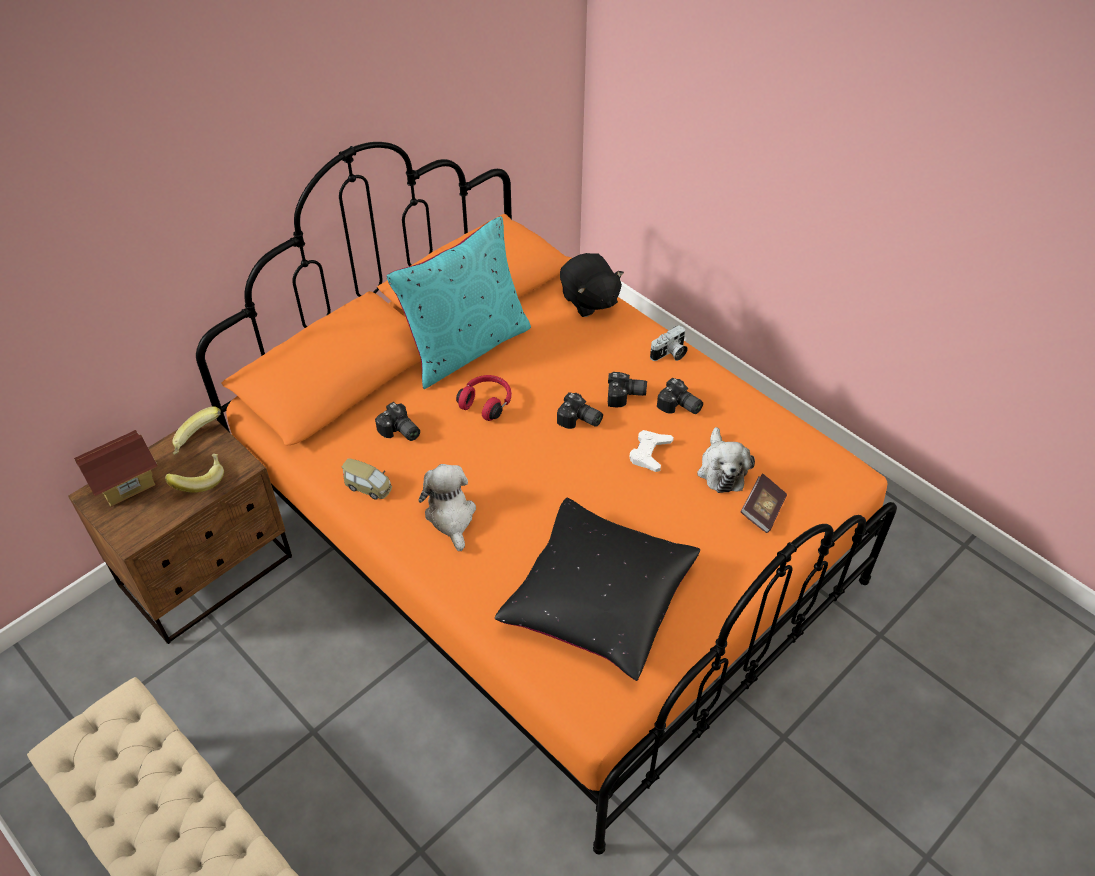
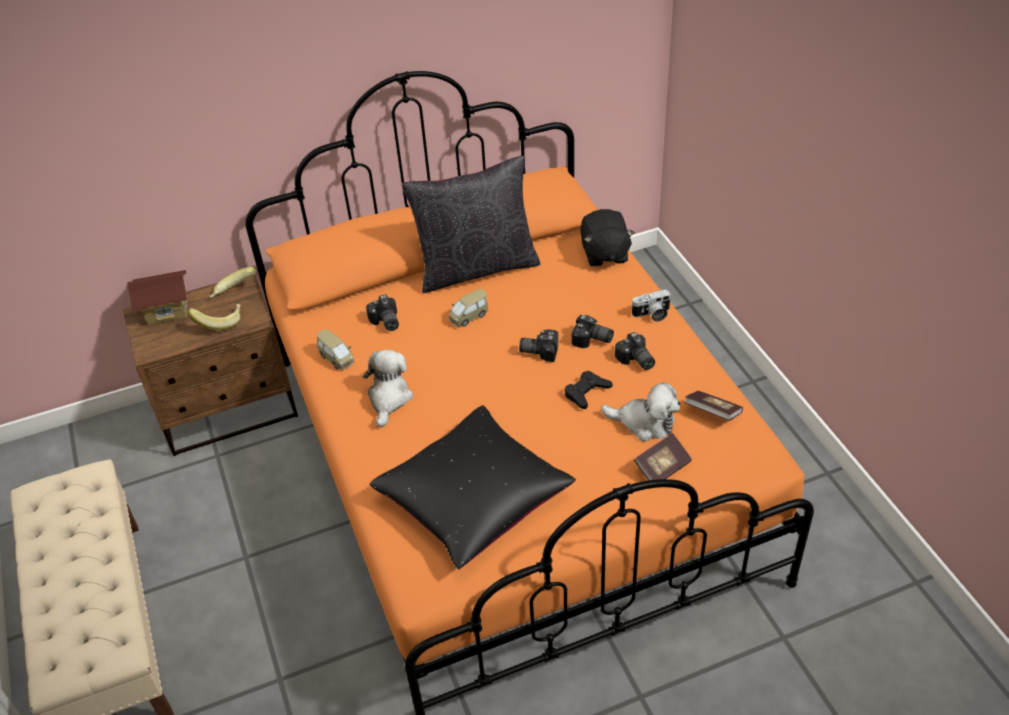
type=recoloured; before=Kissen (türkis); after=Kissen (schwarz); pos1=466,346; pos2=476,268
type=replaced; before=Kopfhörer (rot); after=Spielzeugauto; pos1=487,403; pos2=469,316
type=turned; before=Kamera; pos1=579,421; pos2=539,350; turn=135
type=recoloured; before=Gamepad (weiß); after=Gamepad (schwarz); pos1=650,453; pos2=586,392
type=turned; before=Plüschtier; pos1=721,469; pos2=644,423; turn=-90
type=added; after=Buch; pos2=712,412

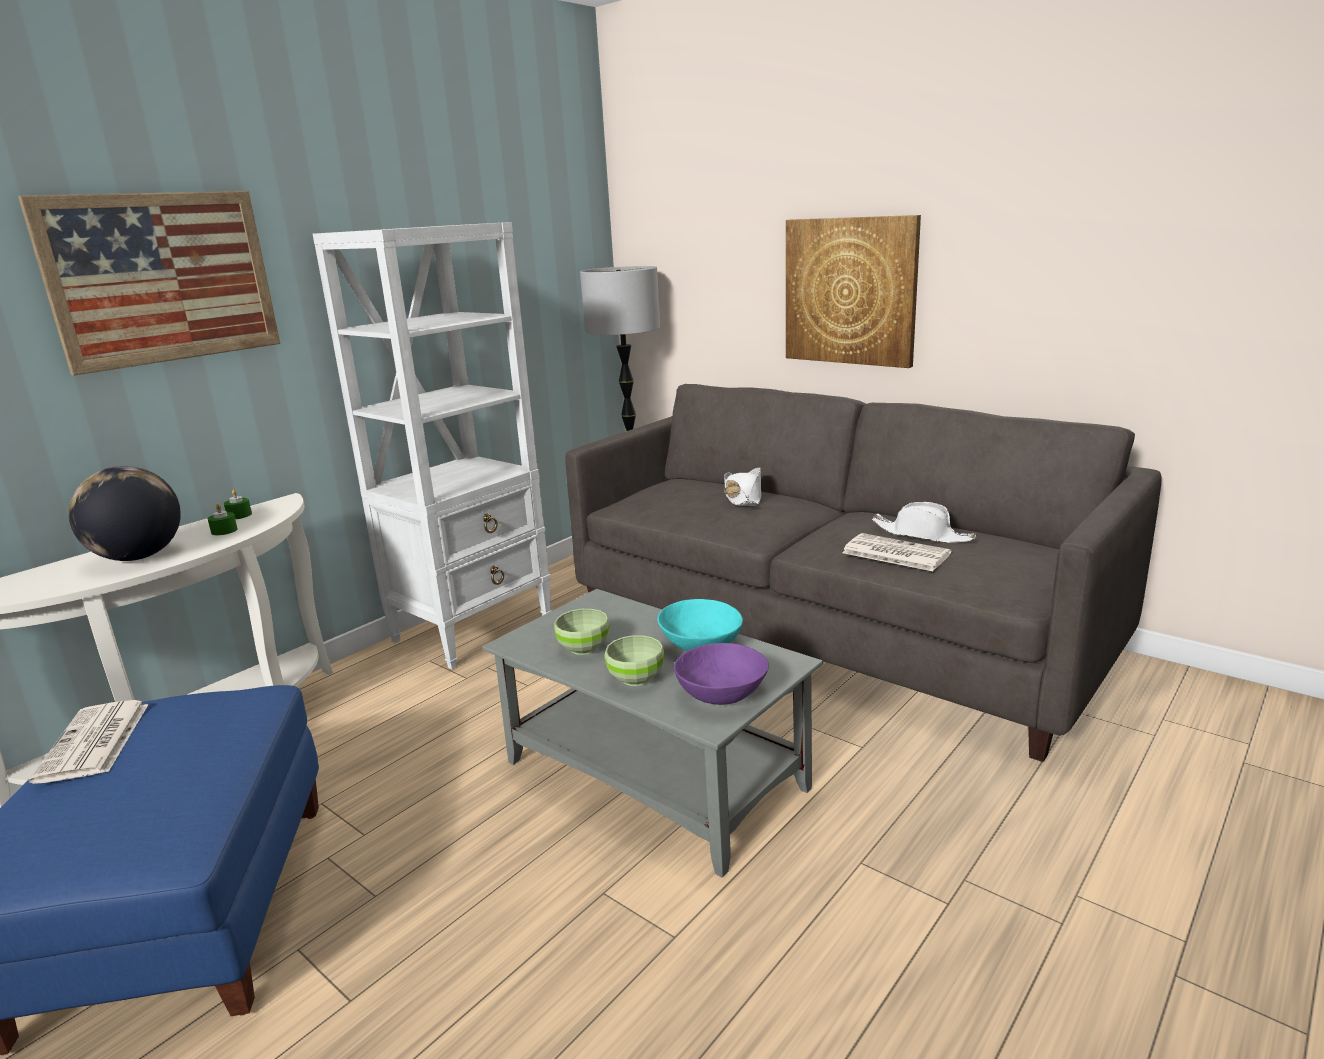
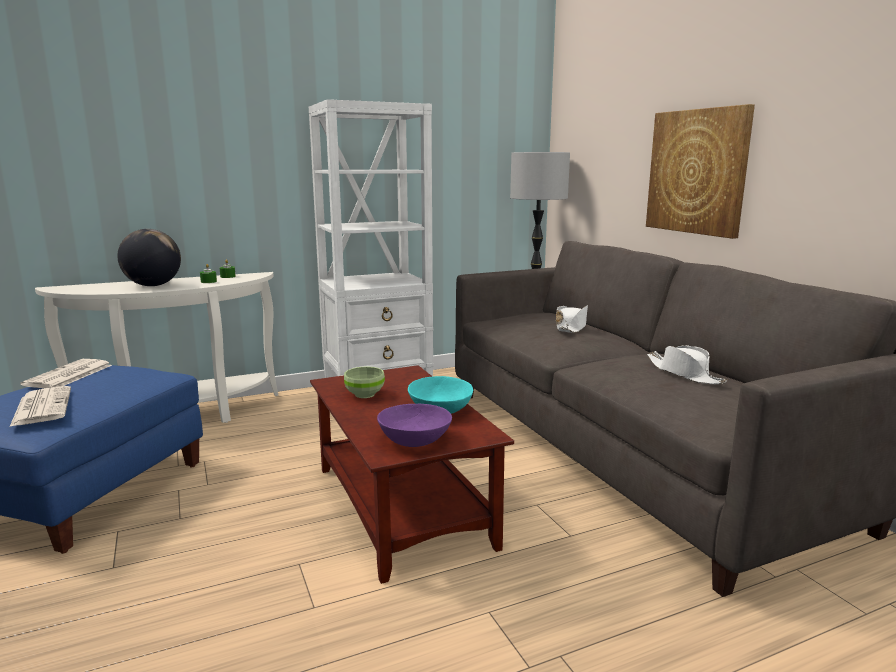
type=removed; before=Bild; pos1=162,278
type=recoloured; before=Couchtisch (grau); after=Couchtisch (braun); pos1=656,775; pos2=403,506
type=removed; before=Schüssel (grün); pos1=635,678
type=moved; before=Zeitung; pos1=894,553; pos2=41,407

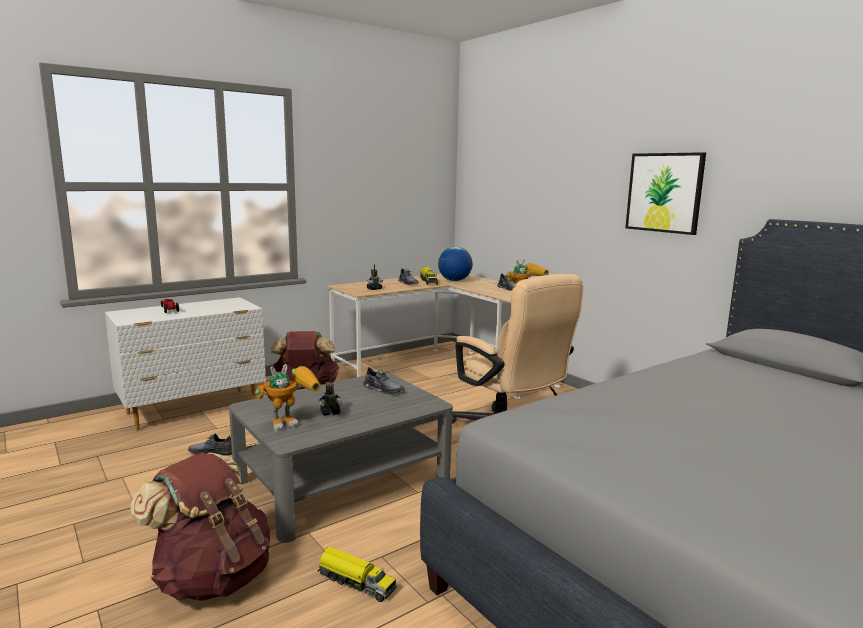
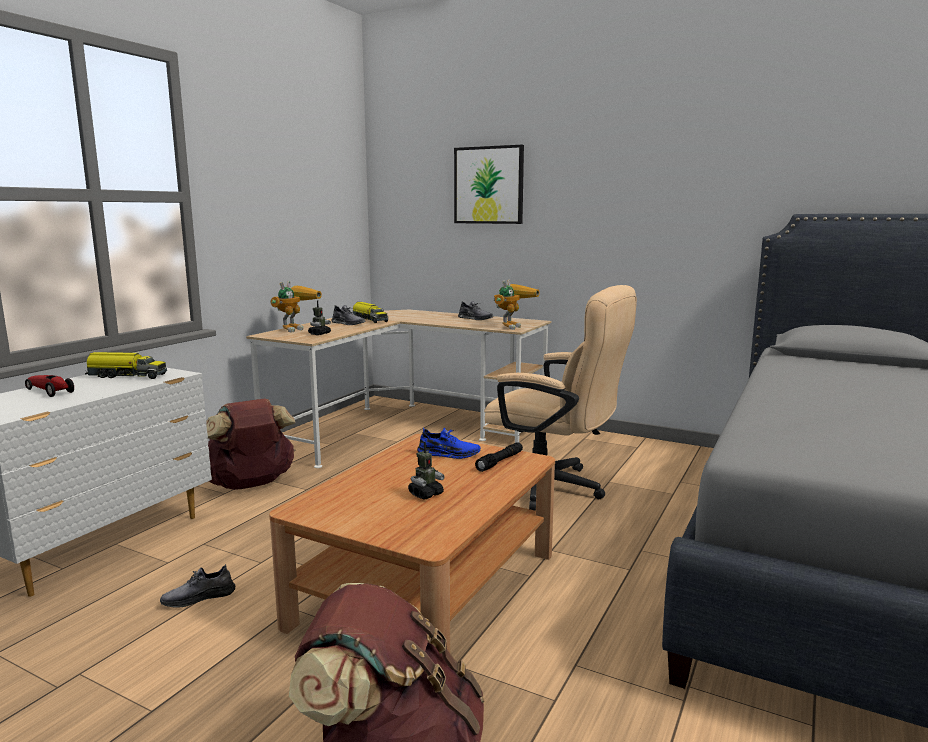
type=recoloured; before=Couchtisch (grau); after=Couchtisch (braun); pos1=343,481; pos2=427,587
type=moved; before=Spielzeugroboter; pos1=292,422; pos2=295,329
type=moved; before=Spielzeuglaster; pos1=355,582; pos2=126,376
type=recoloured; before=Schuh (grau); after=Schuh (blau); pos1=383,389; pos2=448,454
type=removed; before=Globus; pos1=454,280
type=moved; before=Bild; pos1=664,192; pos2=489,185
type=added; after=Taschenlampe (schwarz); pos2=500,462

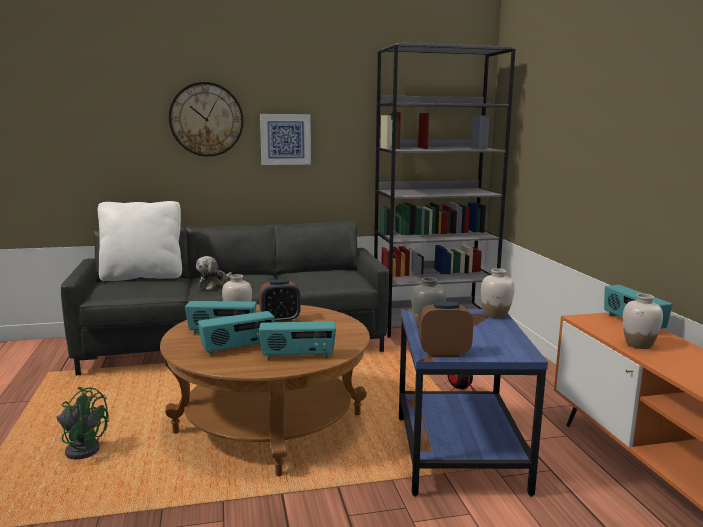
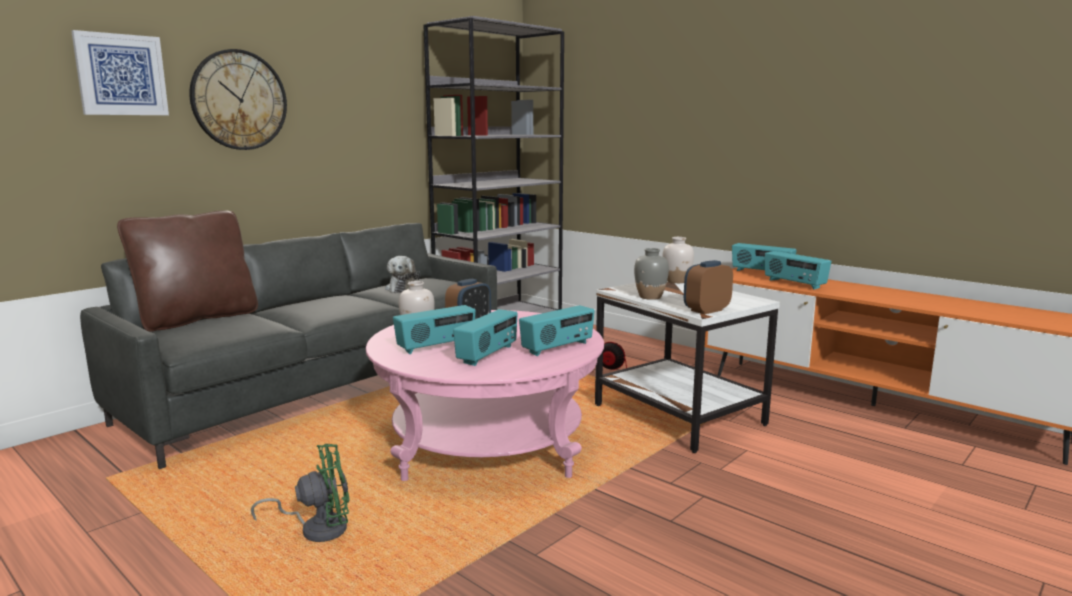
type=recoloured; before=Kissen (weiß); after=Kissen (braun); pos1=142,276; pos2=197,318
type=recoloured; before=Couchtisch (braun); after=Couchtisch (rosa); pos1=269,423; pos2=488,443
type=moved; before=Plüschtier; pos1=214,285; pos2=402,288
type=moved; before=Bild; pos1=285,139; pos2=121,75
type=recoloured; before=Beistelltisch (blau); after=Beistelltisch (weiß); pos1=460,454; pos2=680,415
type=replaced; before=Vase (weiß); after=Radio; pos1=639,345; pos2=794,284

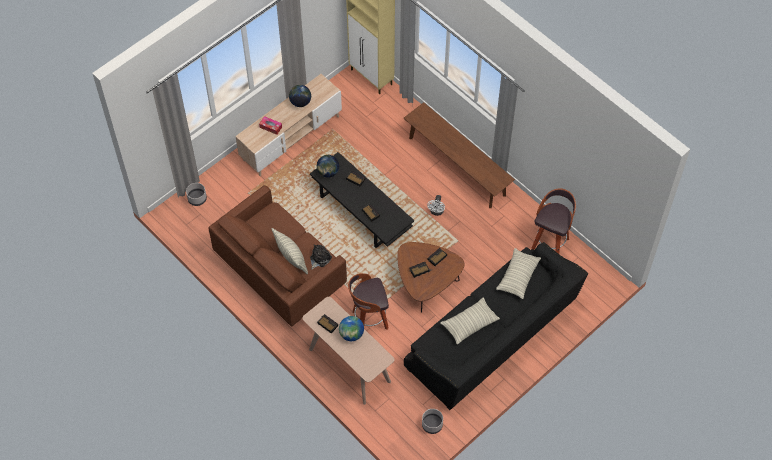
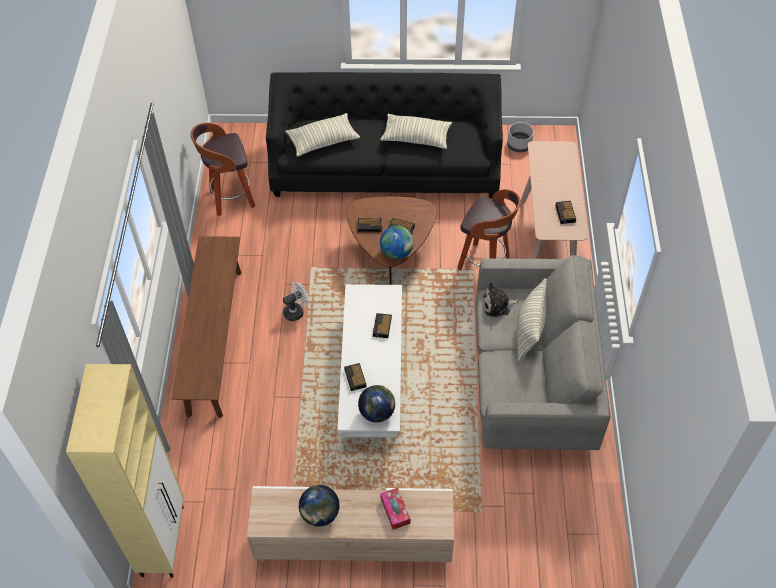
type=removed; before=Pflanzkübel (grau); pos1=197,198
type=recoloured; before=Sofa (braun); after=Sofa (grau); pos1=280,272; pos2=531,381
type=recoloured; before=Couchtisch (schwarz); after=Couchtisch (weiß); pos1=361,211; pos2=372,377
type=moved; before=Globus; pos1=351,334; pos2=396,253

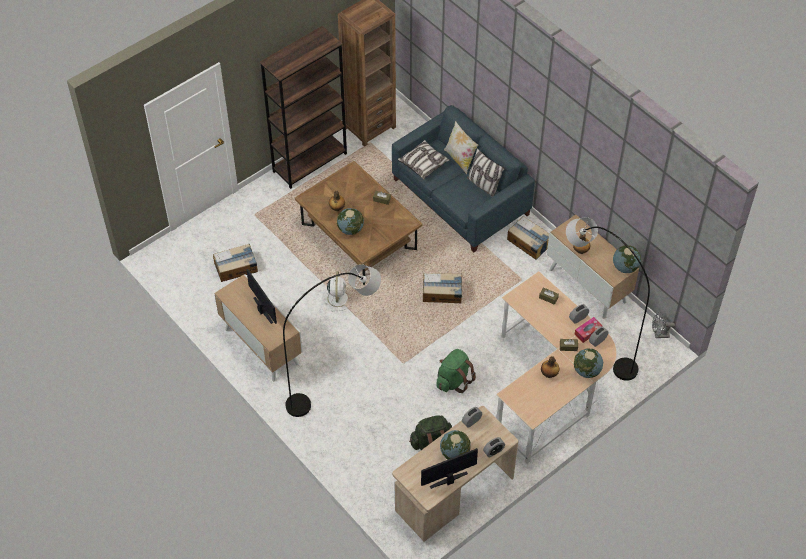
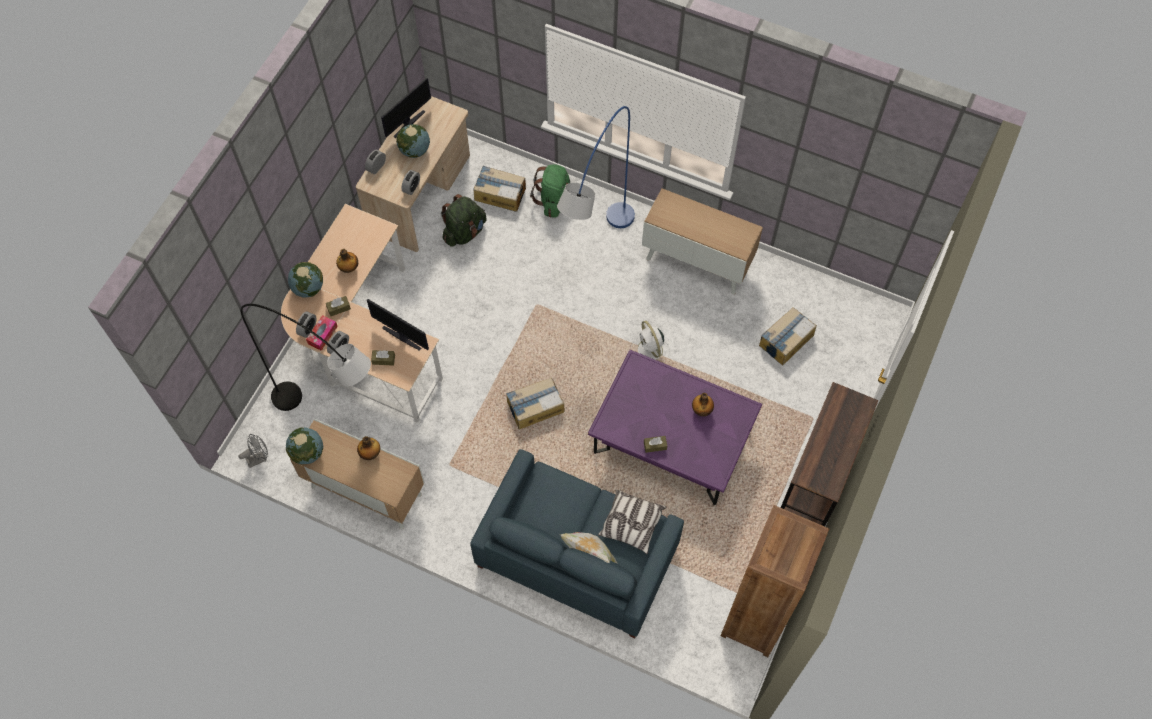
type=moved; before=Monitor; pos1=262,310; pos2=402,337
type=recoloured; before=Stehlampe (grau); after=Stehlampe (blau); pos1=336,380; pos2=596,257
type=recoloured; before=Couchtisch (braun); after=Couchtisch (lila); pos1=359,237; pos2=671,440
type=removed; before=Globus; pos1=350,229
type=moved; before=Rucksack (grün); pos1=453,380; pos2=554,200
type=removed; before=Kissen; pos1=483,185
type=moved; before=Karton; pos1=529,242; pos2=499,193

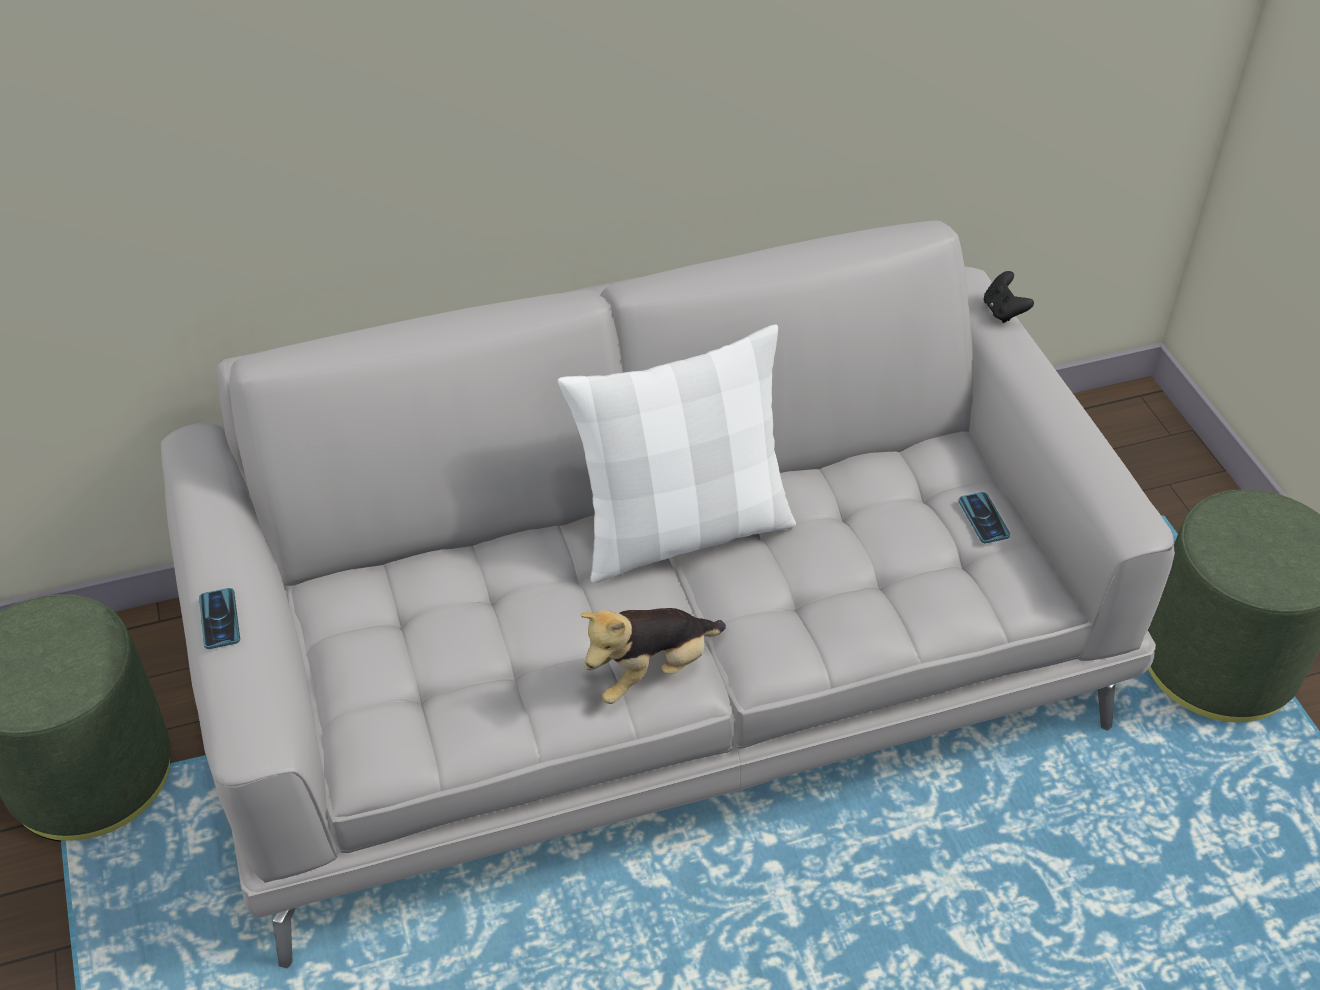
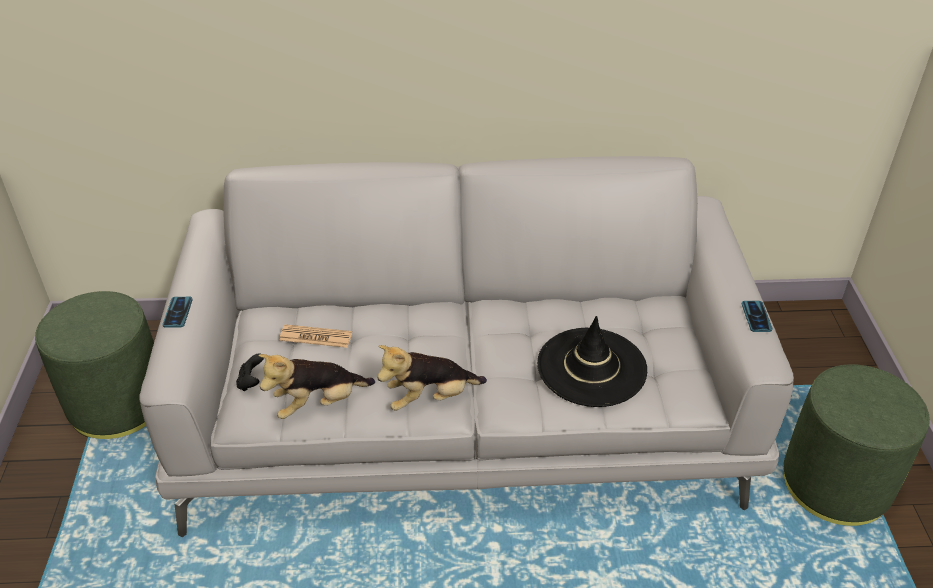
type=removed; before=Kissen (weiß); pos1=683,531
type=moved; before=Handy; pos1=983,518; pos2=756,317
type=moved; before=Gamepad (schwarz); pos1=1003,311; pos2=251,382
type=added; after=Plüschtier; pos2=318,404
type=added; after=Zeitung; pos2=316,337
type=added; after=Hut (schwarz); pos2=591,367

